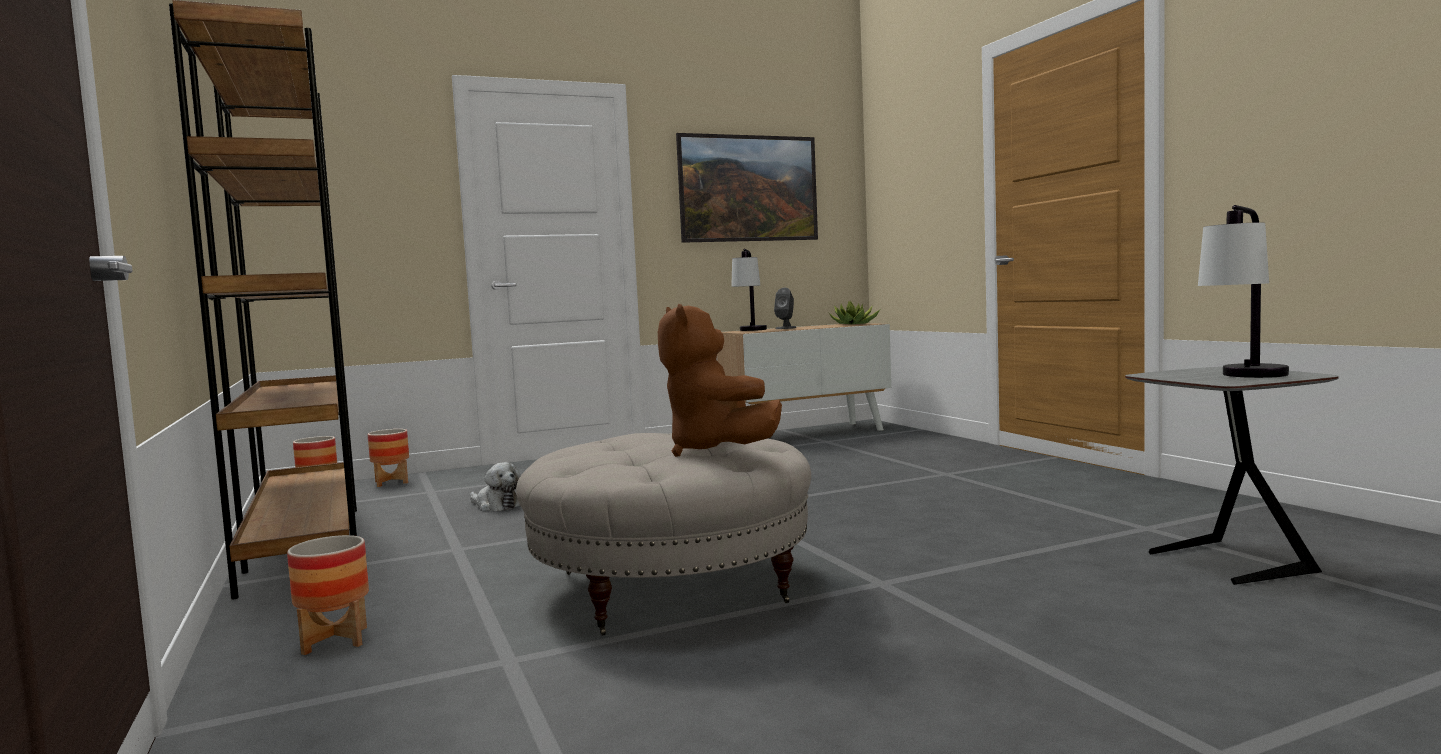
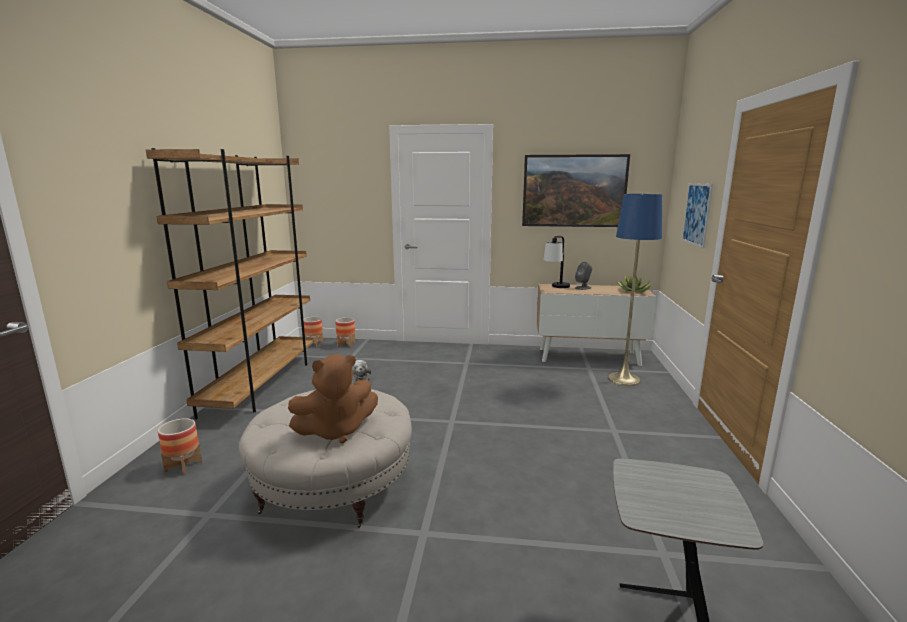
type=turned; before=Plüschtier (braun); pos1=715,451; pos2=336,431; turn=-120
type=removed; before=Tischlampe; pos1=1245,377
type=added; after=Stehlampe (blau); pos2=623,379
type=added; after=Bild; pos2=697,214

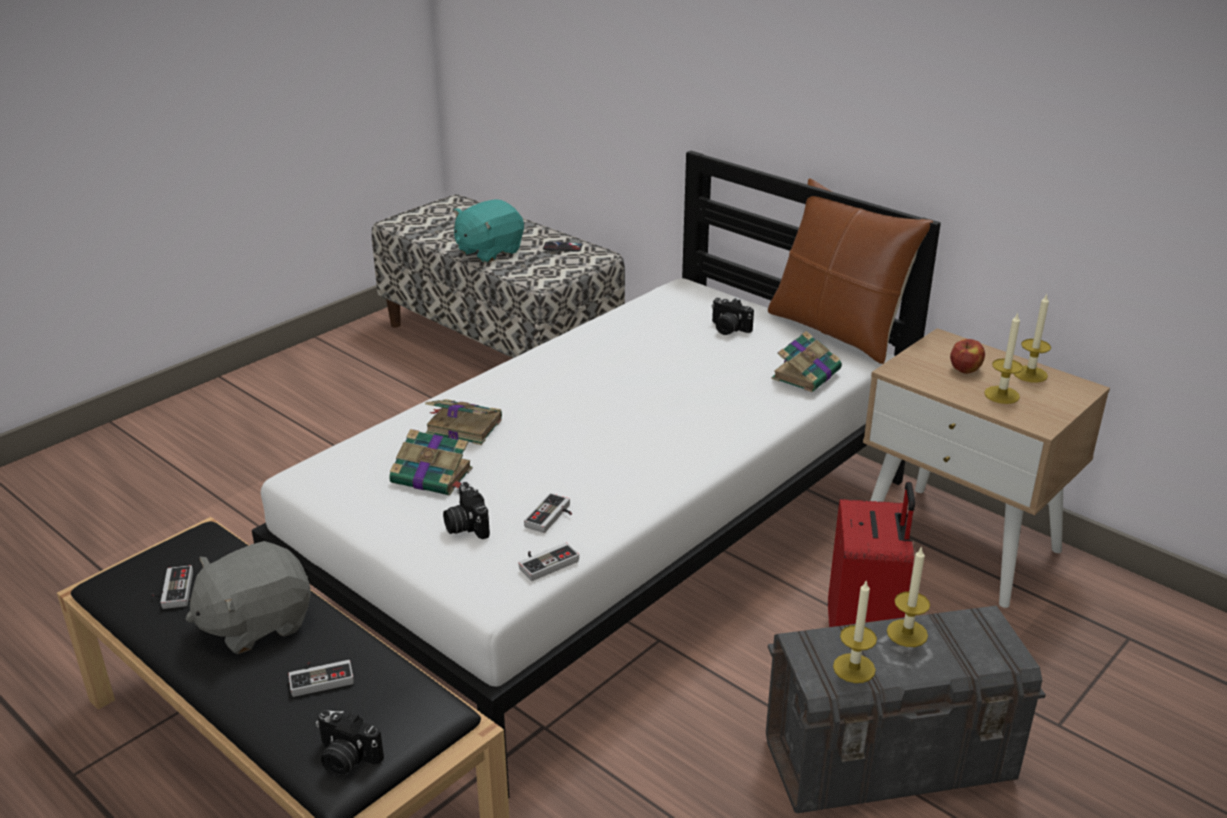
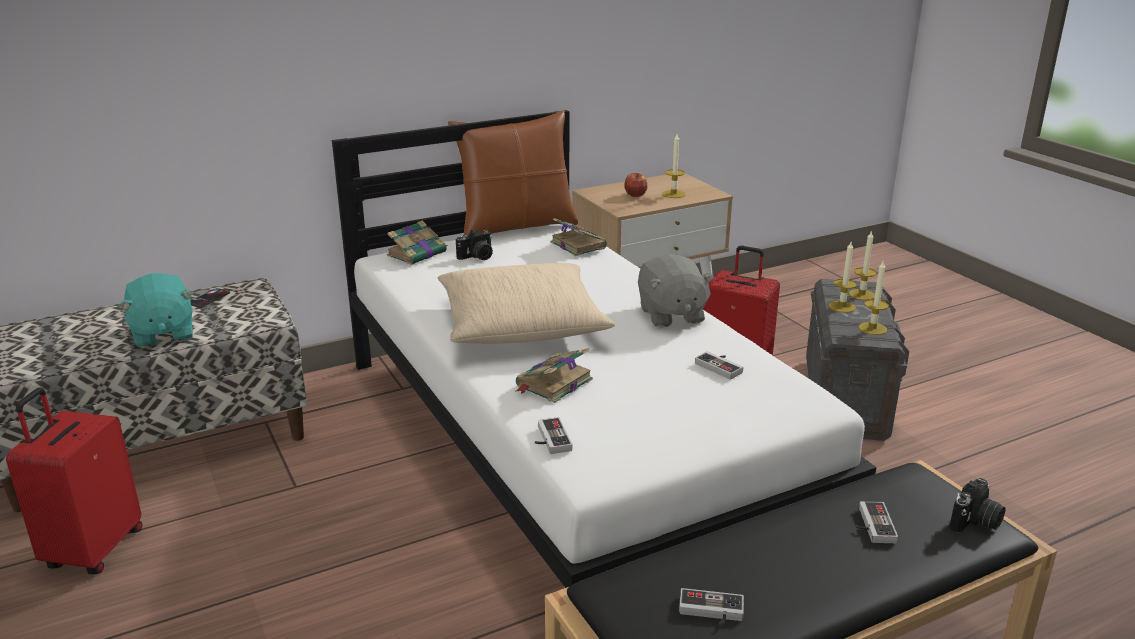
type=moved; before=Plüschtier (grau); pos1=256,623; pos2=671,315
type=moved; before=Buch; pos1=433,476; pos2=418,253
type=removed; before=Kamera; pos1=465,526
type=moved; before=Gamepad; pos1=545,562; pos2=549,439
type=moved; before=Kerze; pos1=1030,374; pos2=862,295
type=added; after=Koffer (rot); pos2=93,550
type=added; after=Kissen (beige); pos2=521,324

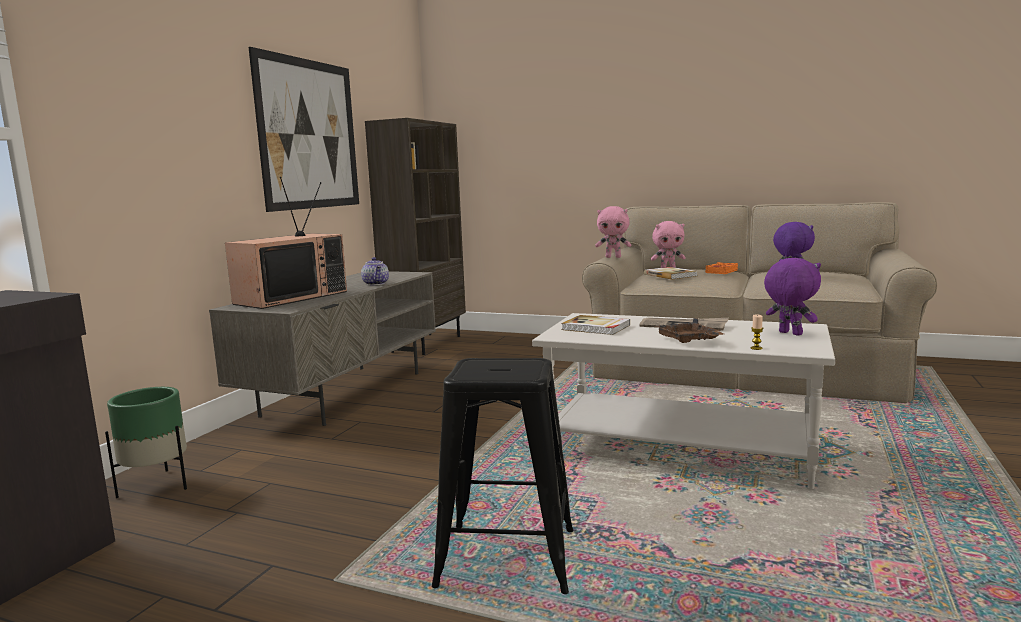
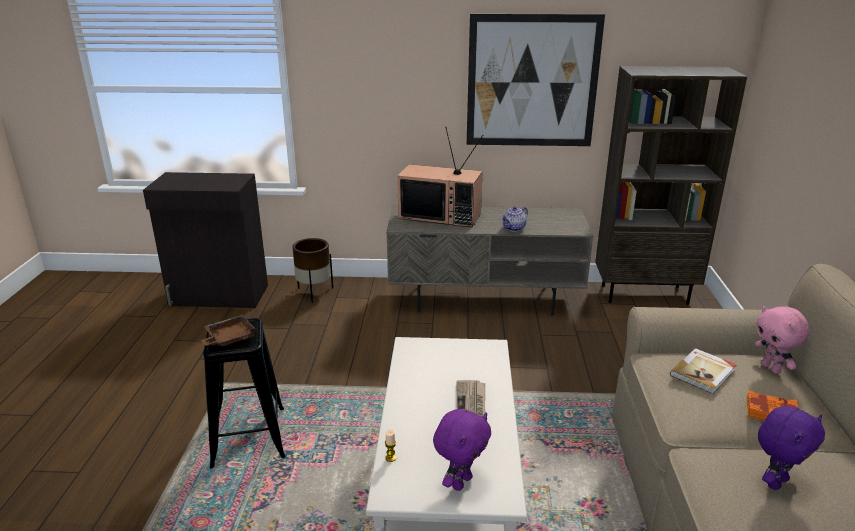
type=recoloured; before=Pflanzkübel (grün); after=Pflanzkübel (braun); pos1=157,485; pos2=314,293
type=removed; before=Buch; pos1=596,327
type=removed; before=Plüschtier (rosa); pos1=613,257
type=moved; before=Tablett (braun); pos1=688,340; pos2=229,338

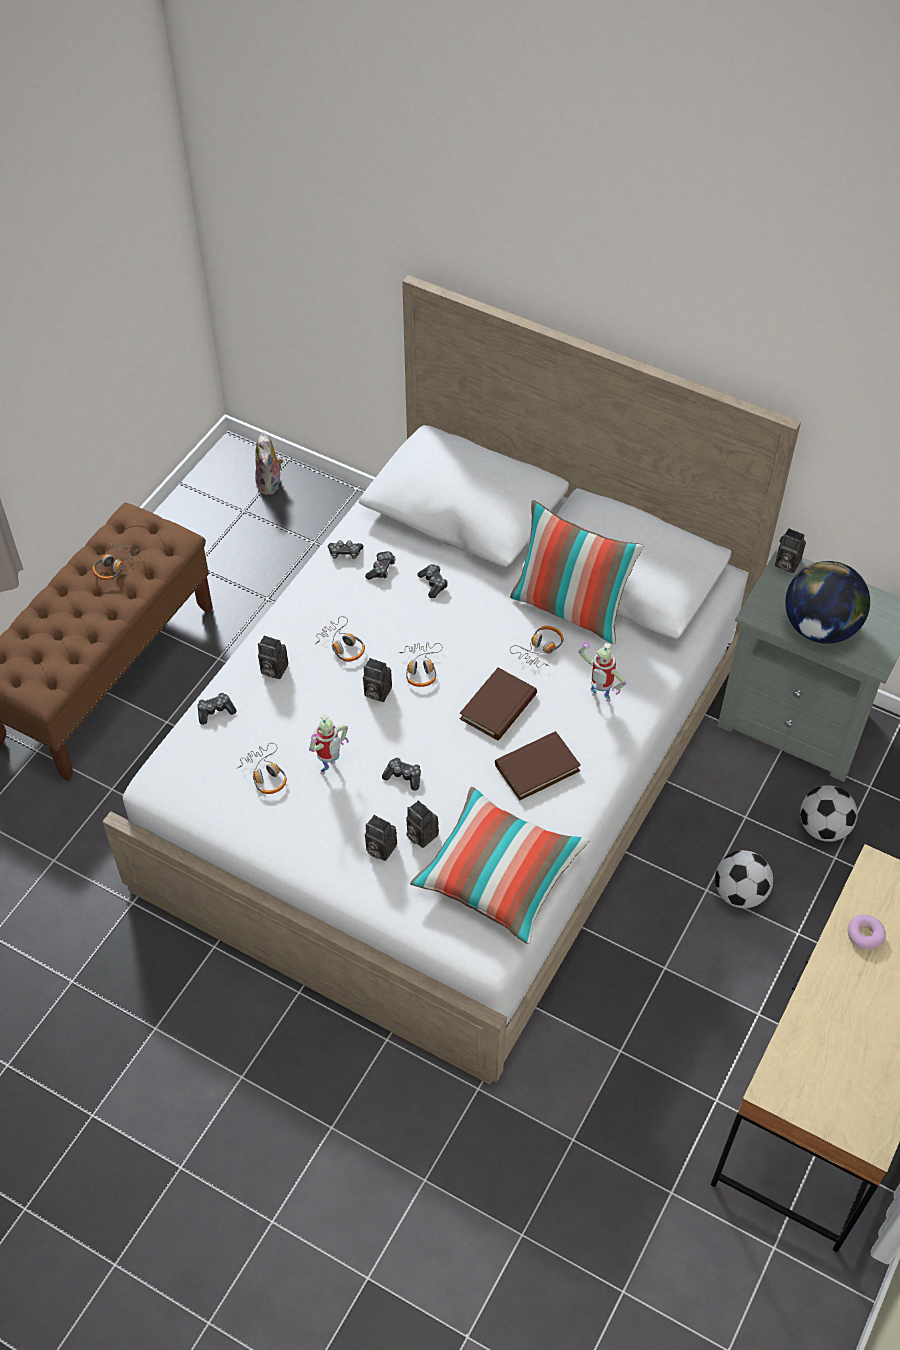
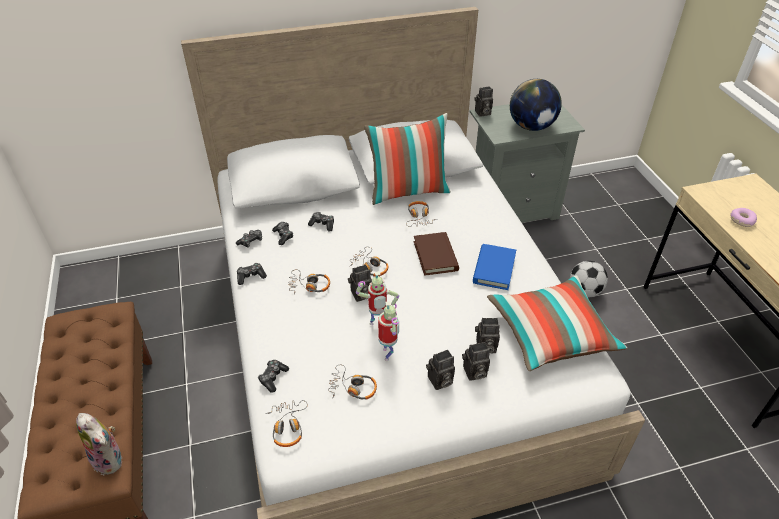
type=moved; before=Kopfhörer; pos1=116,566; pos2=288,426
type=moved; before=Plüschtier; pos1=271,484; pos2=110,459
type=moved; before=Kamera; pos1=272,669; pos2=439,381
type=moved; before=Gamepad; pos1=403,776; pos2=251,276
type=recoloured; before=Buch (braun); after=Buch (blau); pos1=537,768; pos2=494,269
type=moved; before=Spielzeugroboter; pos1=599,699; pos2=377,324
type=removed; before=Fußball; pos1=824,828

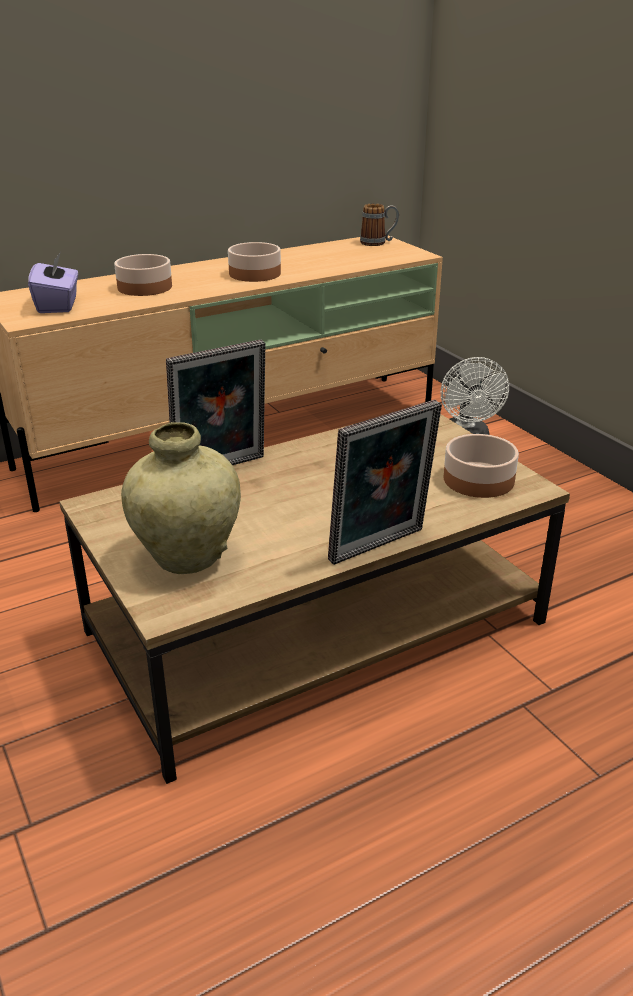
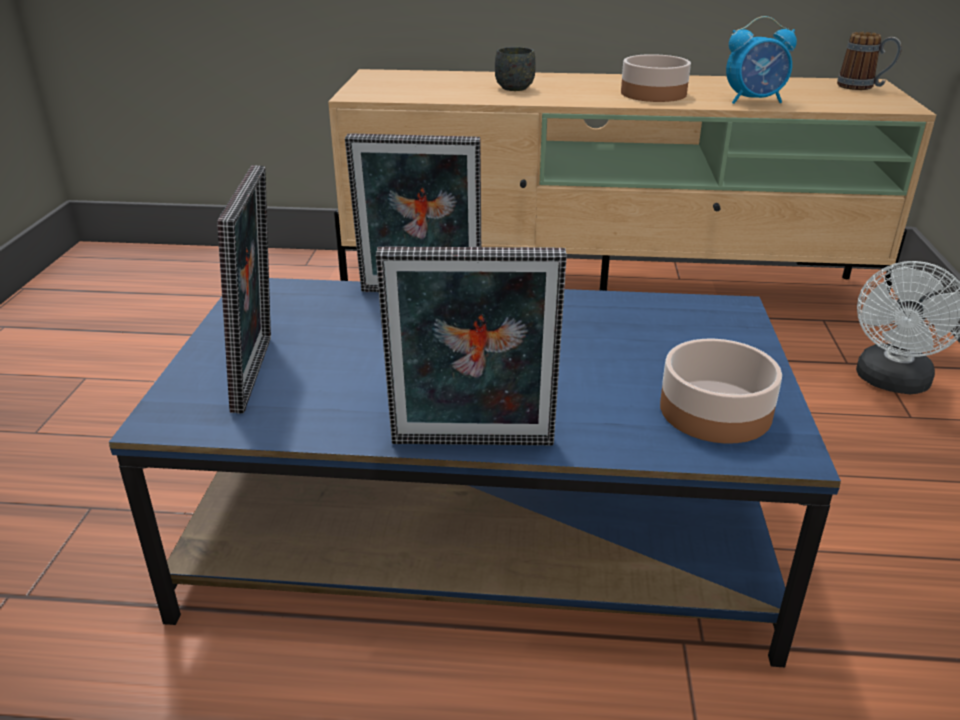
type=removed; before=Taschentuchbox (lila); pos1=58,305
type=recoloured; before=Couchtisch (braun); after=Couchtisch (blau); pos1=318,625; pos2=484,529
type=replaced; before=Schüssel; after=Henkelbecher (grau); pos1=144,287; pos2=514,86
type=replaced; before=Vase (beige); after=Bilderrahmen; pos1=187,557; pos2=261,373
type=added; after=Wecker; pos2=754,101

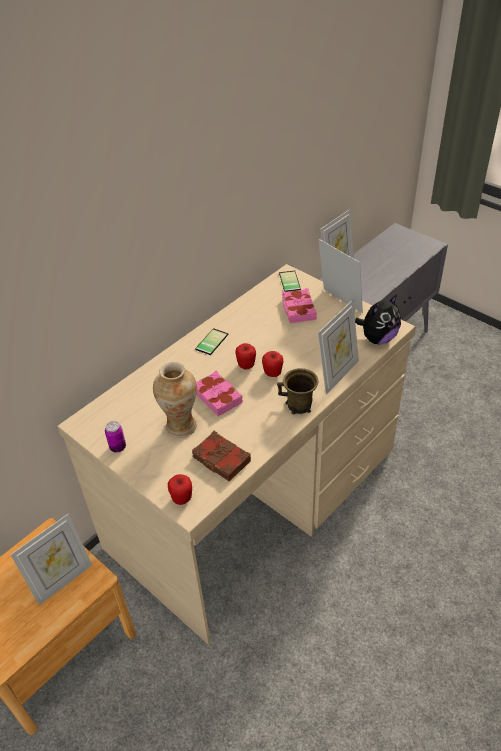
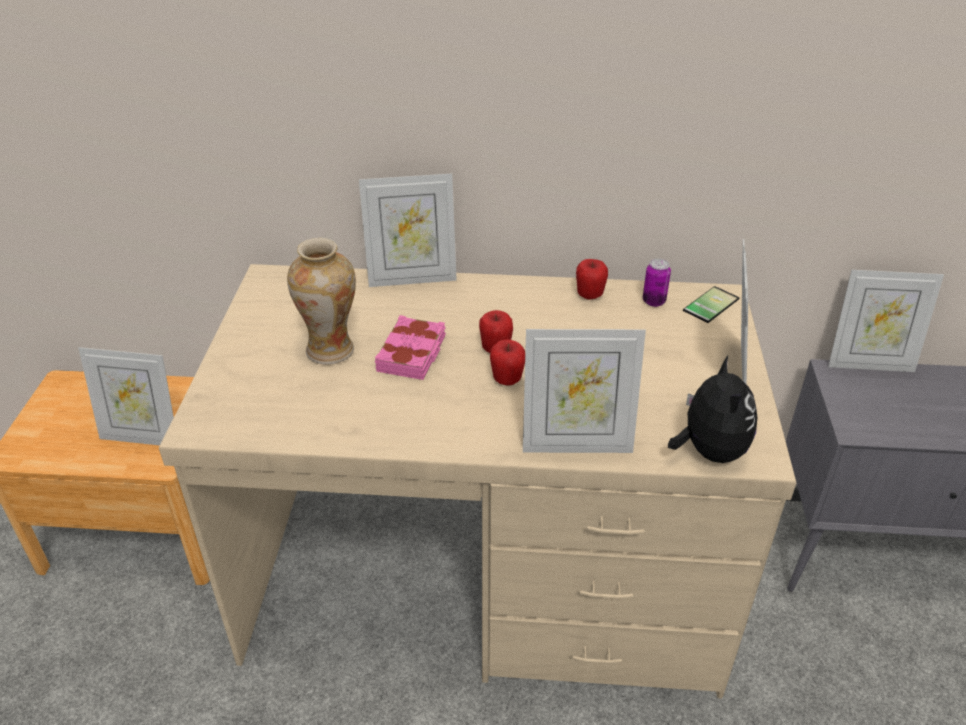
type=moved; before=Dose; pos1=118,447; pos2=653,301
type=moved; before=Apfel; pos1=182,499; pos2=589,295
type=removed; before=Buch (braun); pos1=221,460
type=removed; before=Handy; pos1=210,341
type=removed; before=Henkelbecher (braun); pos1=299,405
type=removed; before=Buch (rosa); pos1=298,309
type=turned; before=Plüschtier; pos1=378,338; pos2=709,450; turn=-105
type=added; after=Bilderrahmen; pos2=412,278

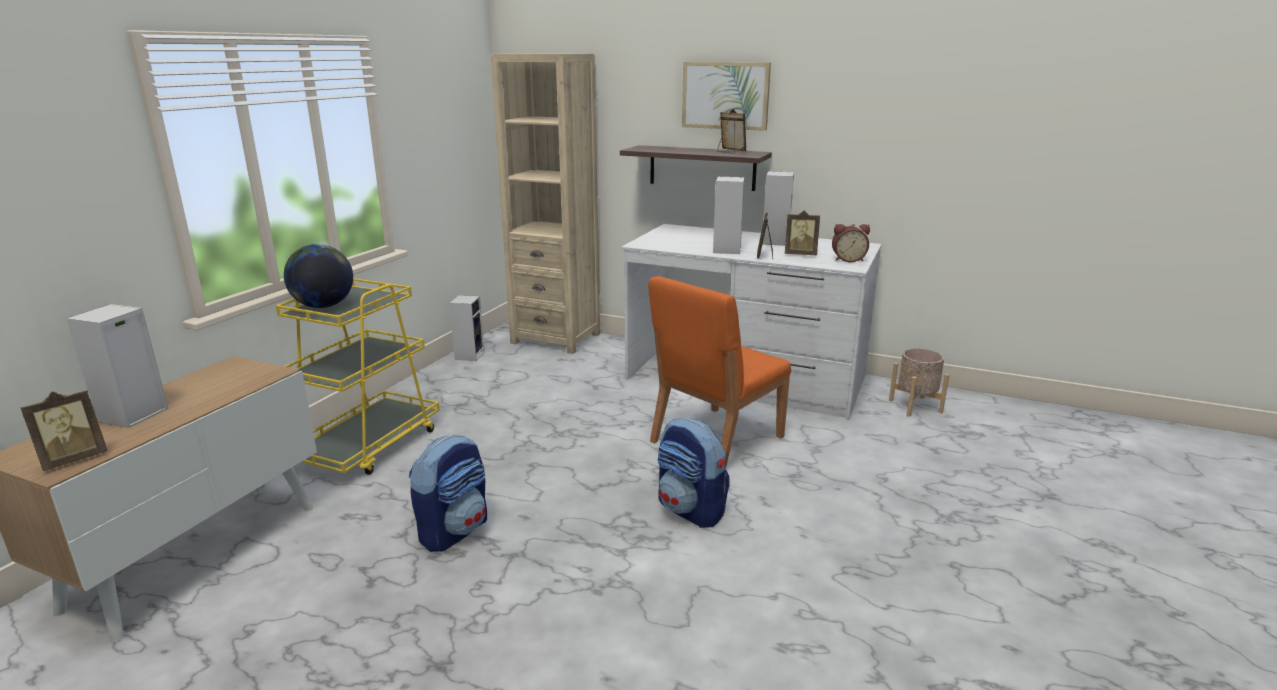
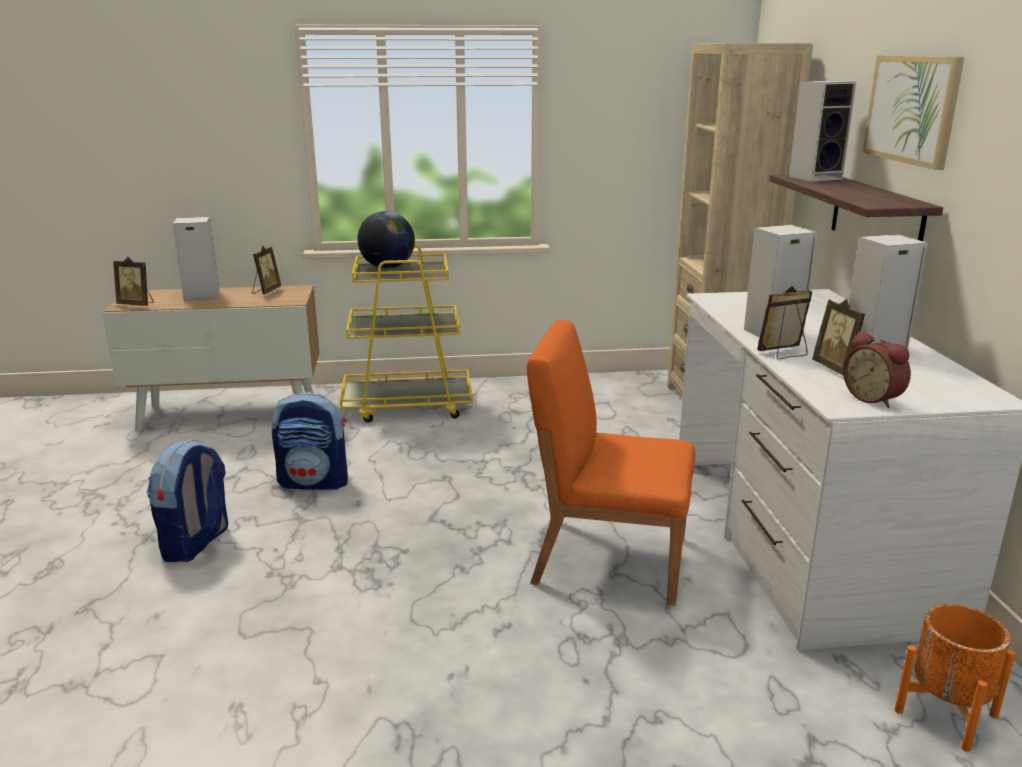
type=moved; before=Lautsprecher; pos1=469,355; pos2=816,177
type=moved; before=Rucksack; pos1=691,510; pos2=196,543
type=moved; before=Bilderrahmen; pos1=730,152; pos2=266,291
type=recoloured; before=Pflanzkübel (beige); after=Pflanzkübel (orange); pos1=915,406; pos2=946,713

